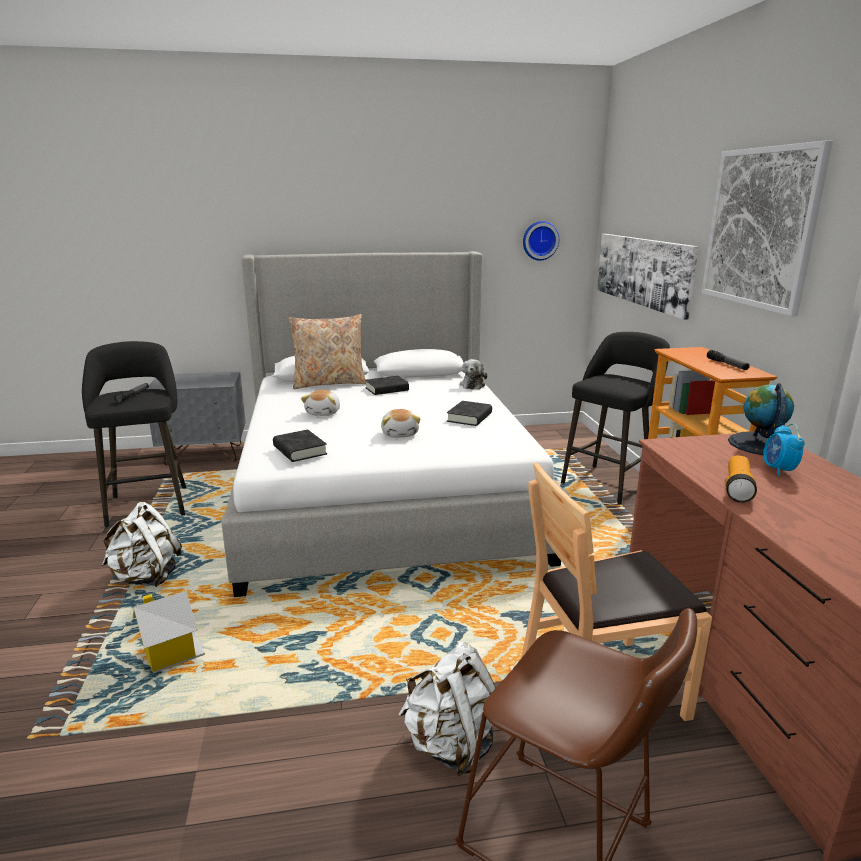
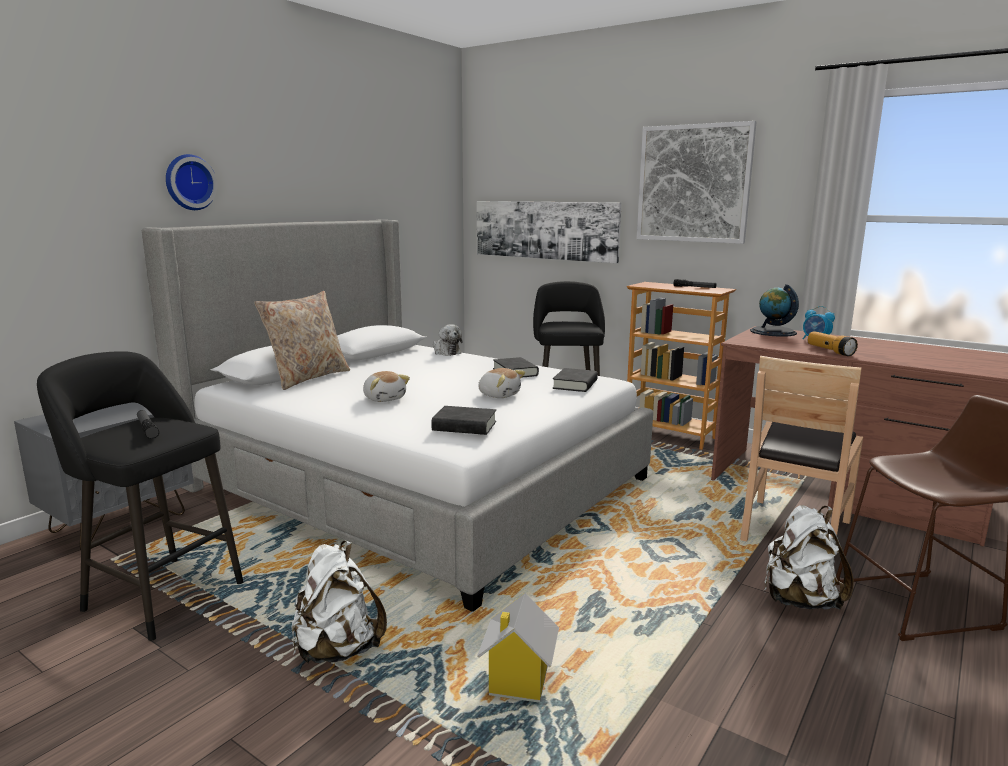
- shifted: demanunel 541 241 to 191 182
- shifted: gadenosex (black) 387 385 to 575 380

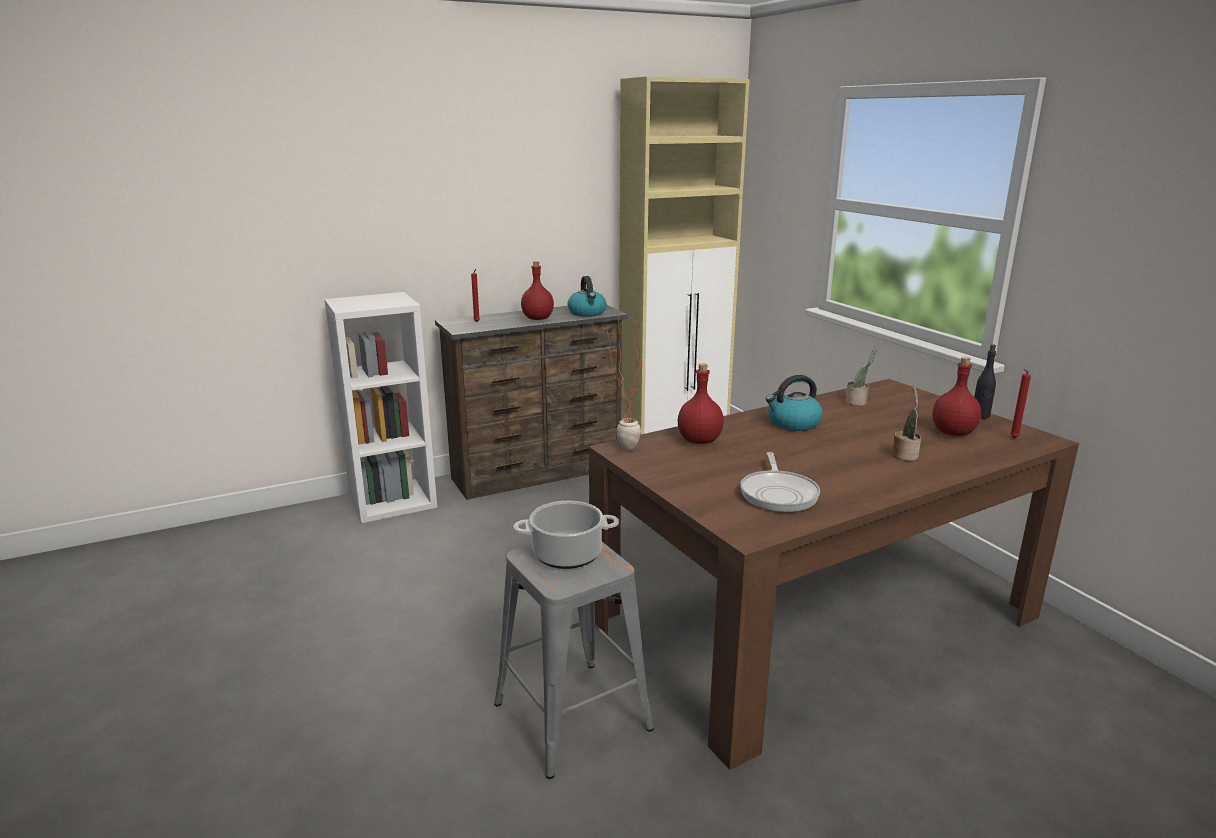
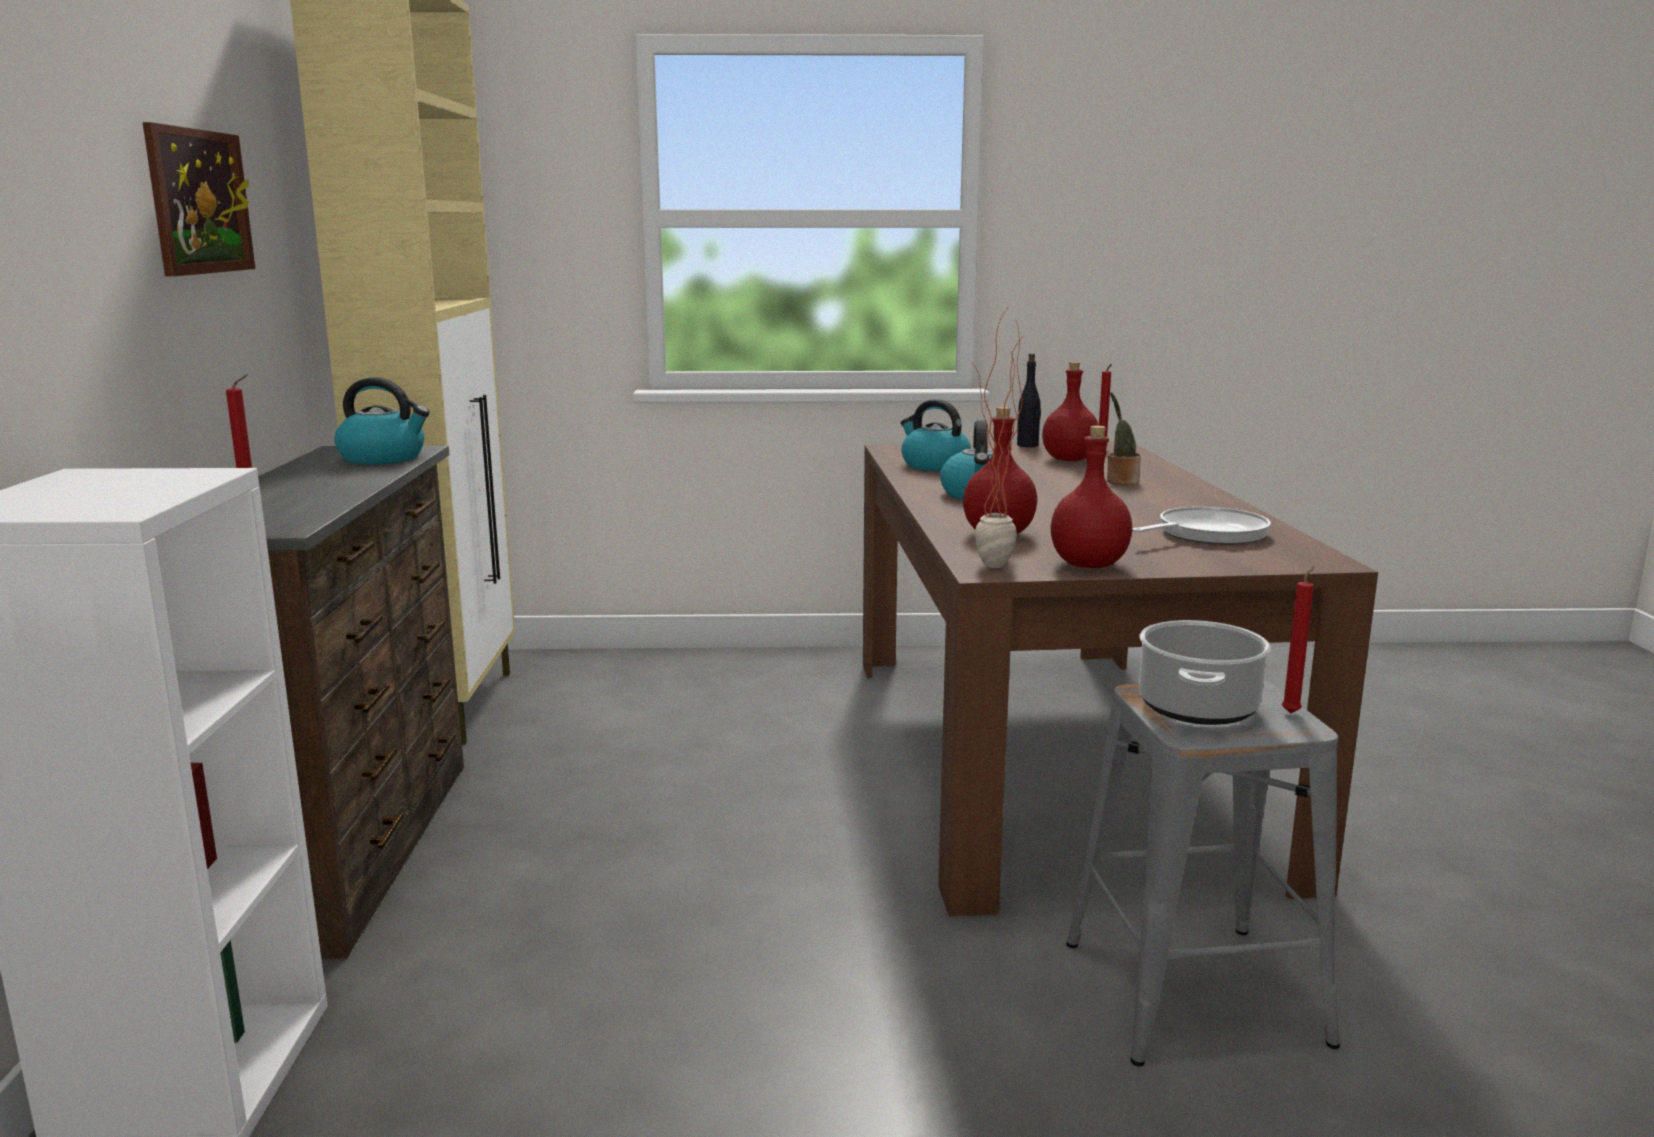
- shifted: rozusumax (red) 537 290 to 1091 497
- swapped: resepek 861 376 to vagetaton 936 435
- rotated: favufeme 780 482 = 1201 526 60 degrees counterclockwise
- new: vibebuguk 199 199
- new: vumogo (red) 1298 640

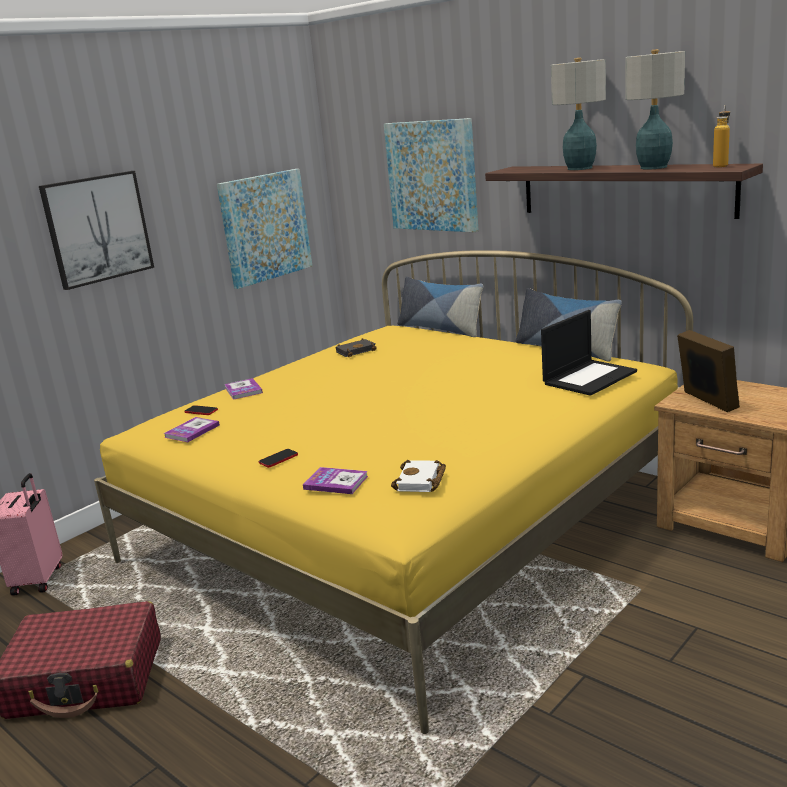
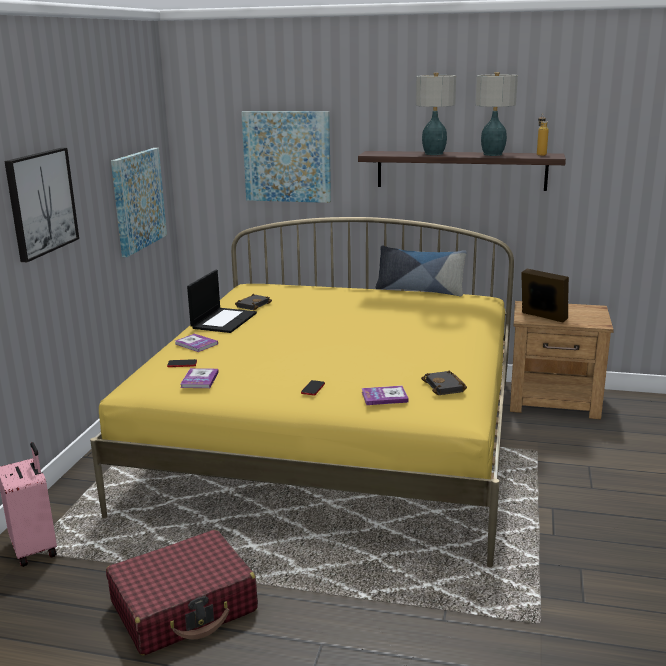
- gone: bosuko 440 306
- shifted: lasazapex 589 353 to 222 301
- repainted: gadenosex (white) 418 476 to gadenosex (black) 444 383

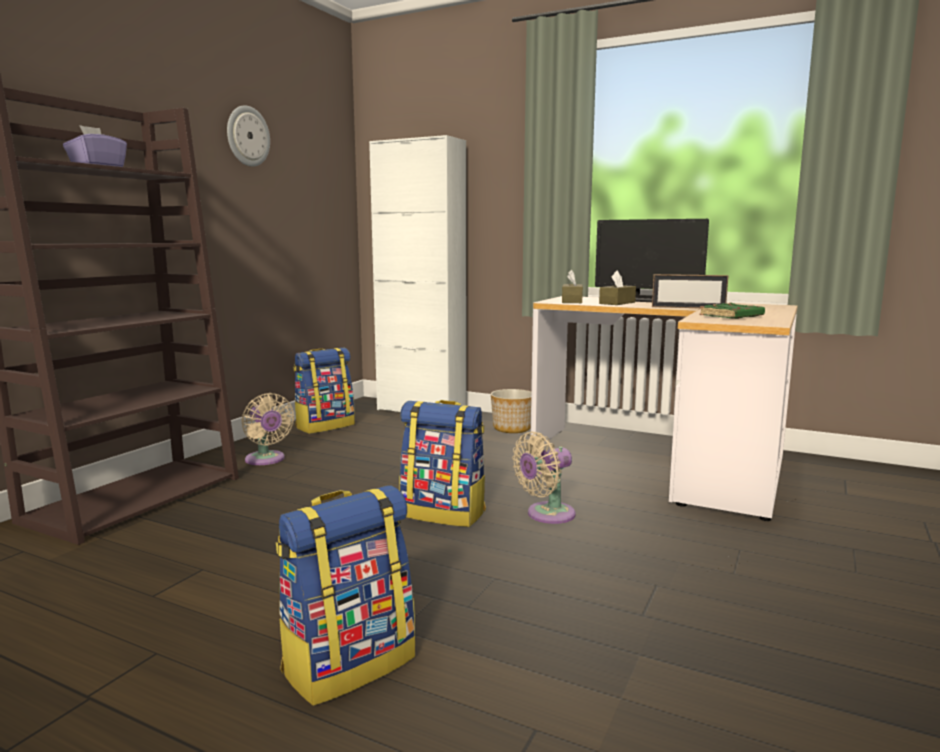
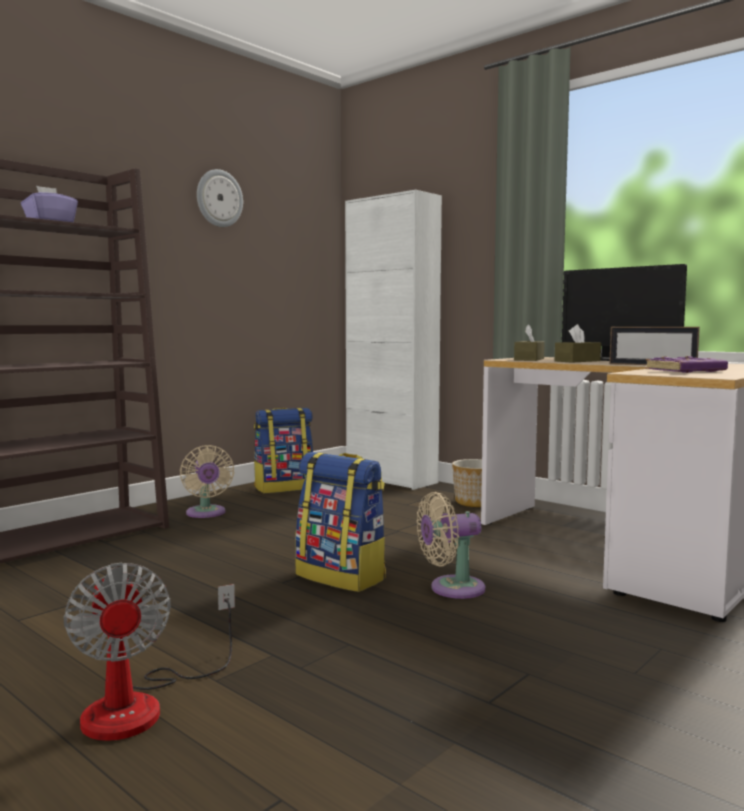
- repainted: gadenosex (green) 732 311 to gadenosex (purple) 686 364
- swapped: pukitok 345 596 to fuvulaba 149 652

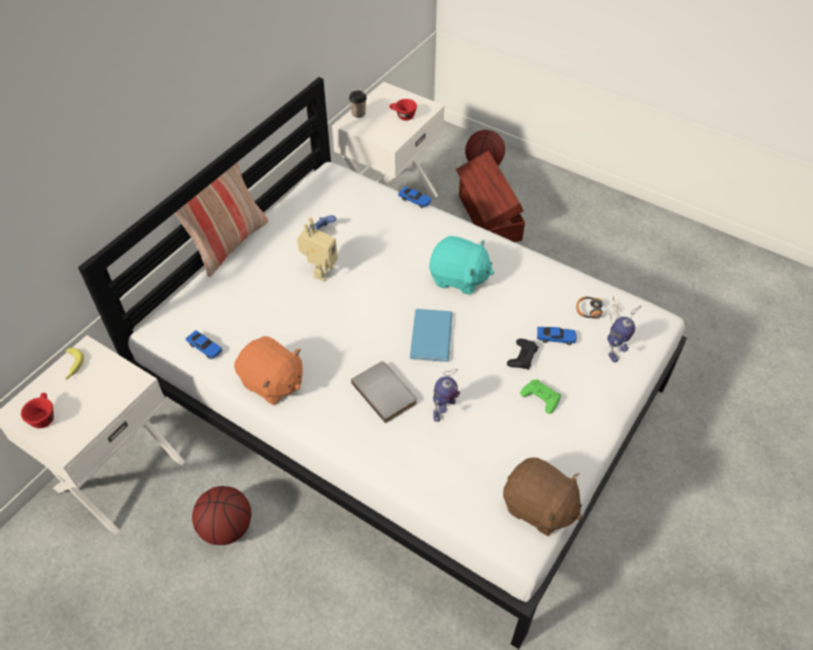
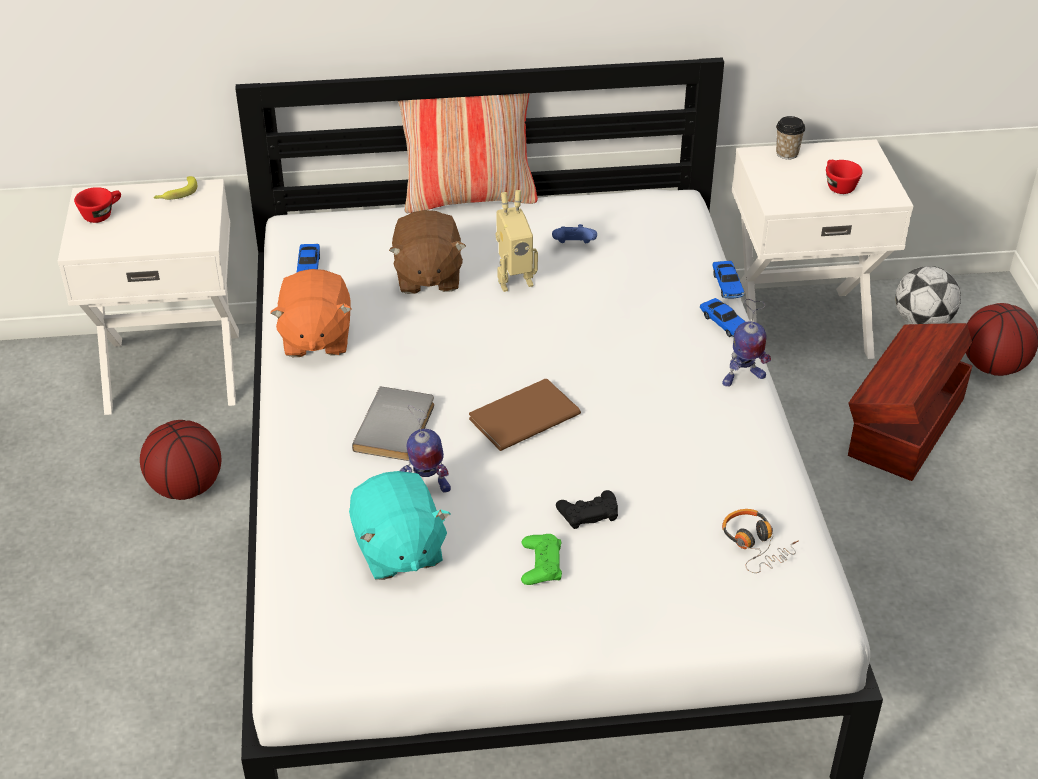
- shifted: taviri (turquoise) 461 265 to 399 525
- shifted: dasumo 624 334 to 746 343
- repainted: gadenosex (blue) 431 335 to gadenosex (brown) 525 415
- shifted: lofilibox 557 336 to 723 317
- shifted: taviri (brown) 542 496 to 427 252
- new: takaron 928 295

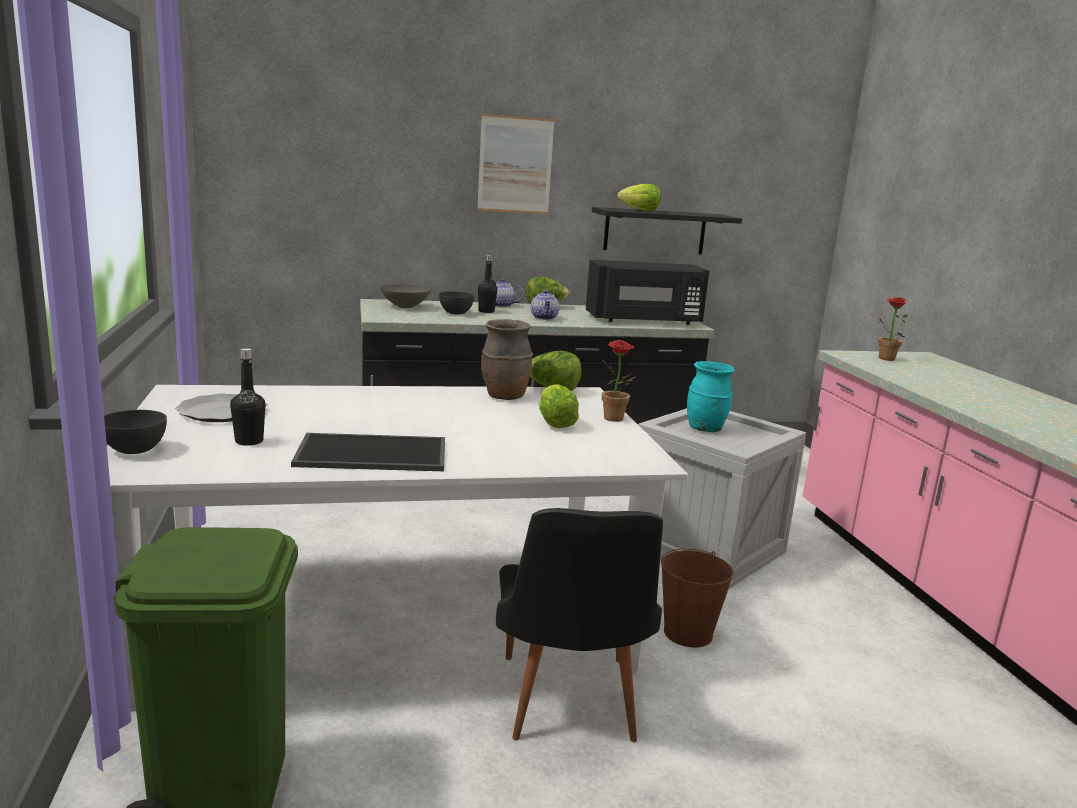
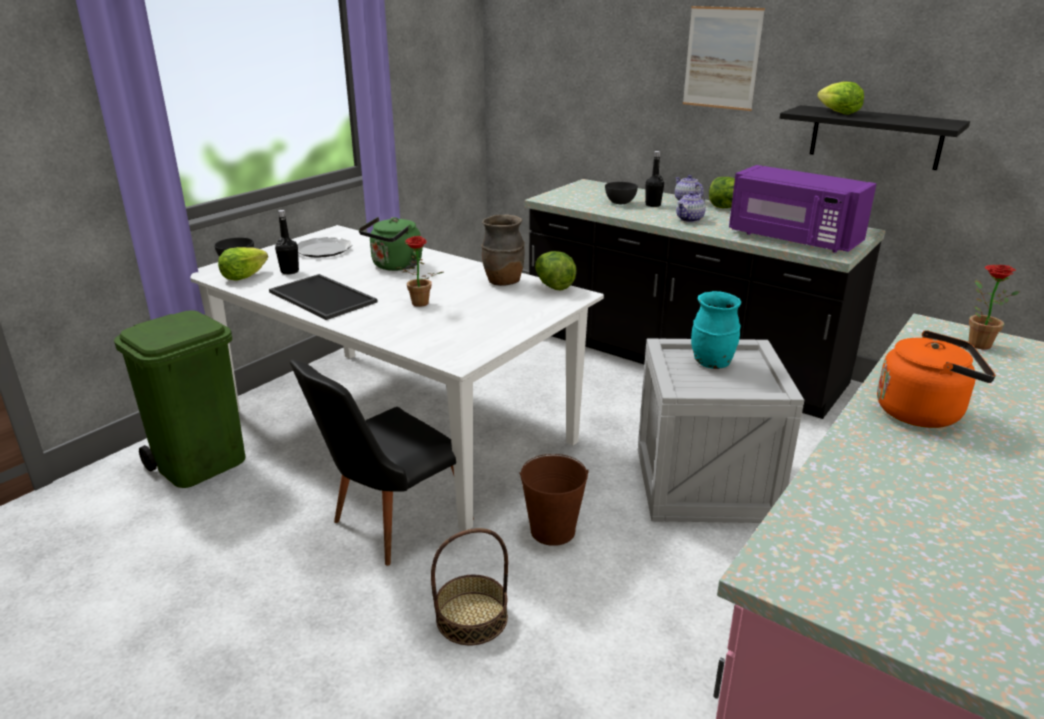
- repainted: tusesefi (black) 647 292 to tusesefi (purple) 802 209
- gone: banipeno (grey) 406 296
- shifted: resepek 618 381 to 419 271
- shifted: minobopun 559 406 to 243 264
- new: vagetaton (green) 391 244
- new: vagetaton (orange) 936 379
- new: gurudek 469 586

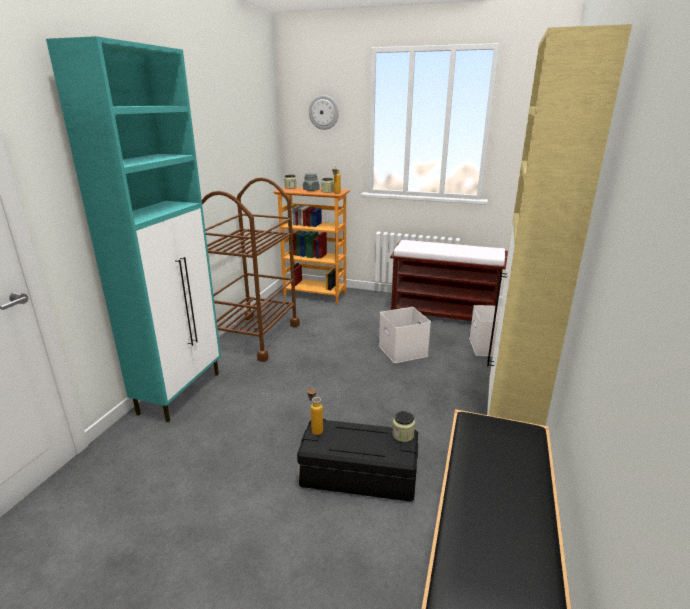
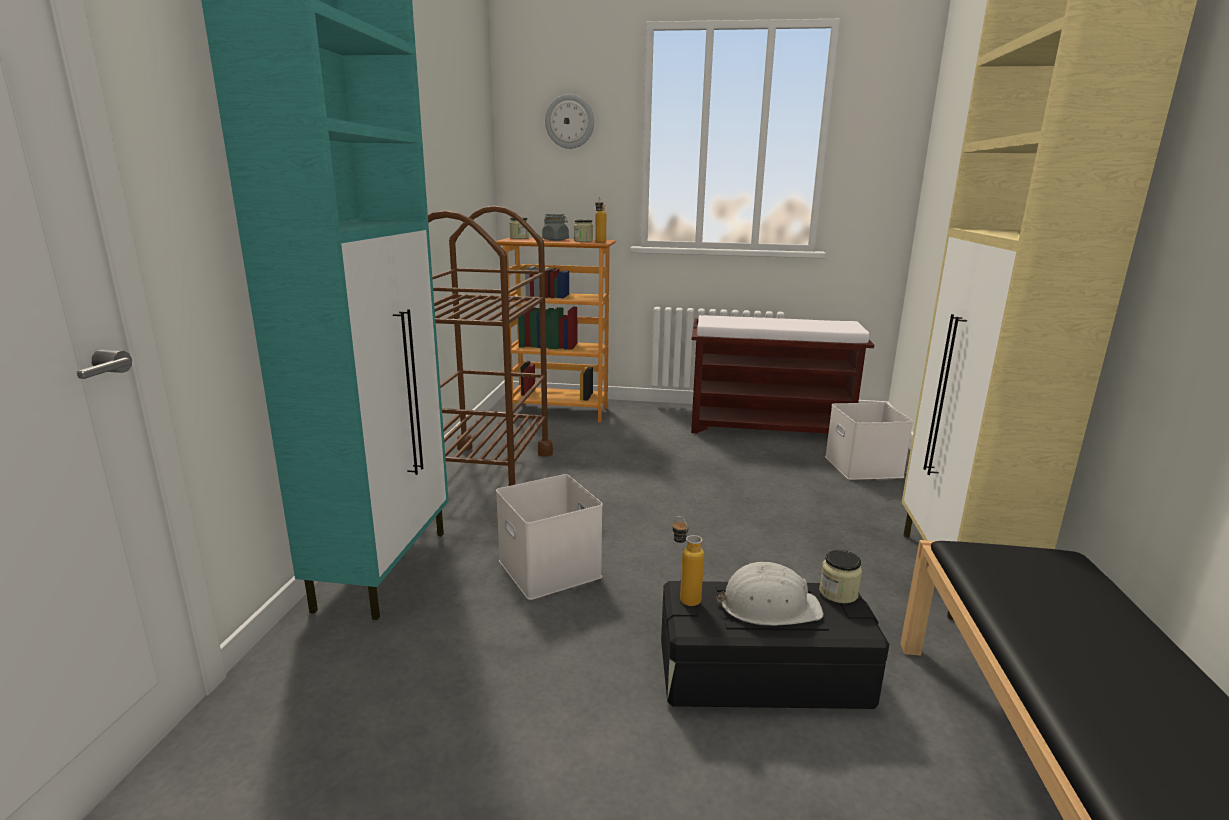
- shifted: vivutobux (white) 405 335 to 549 537
- new: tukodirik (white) 770 594

